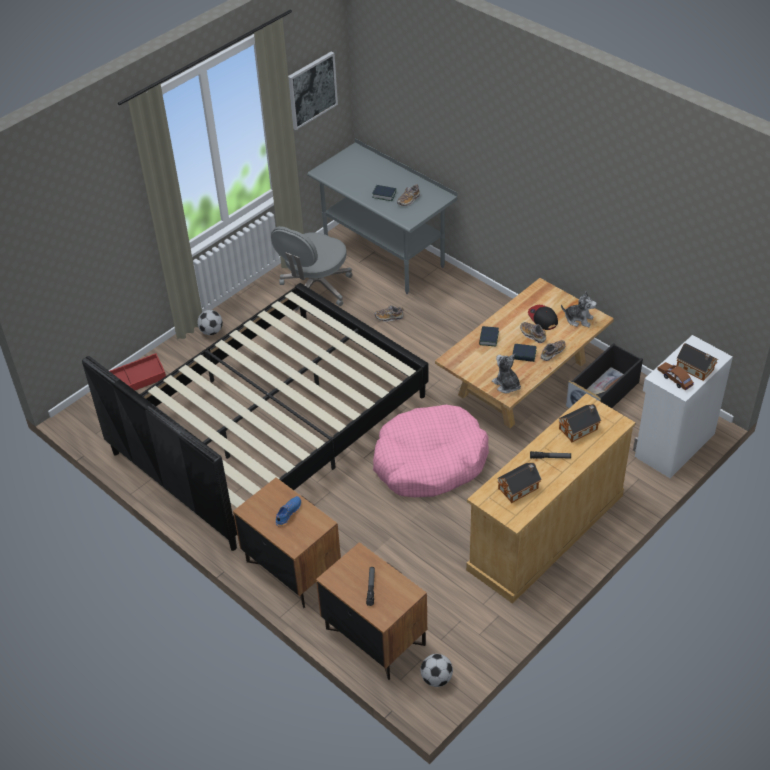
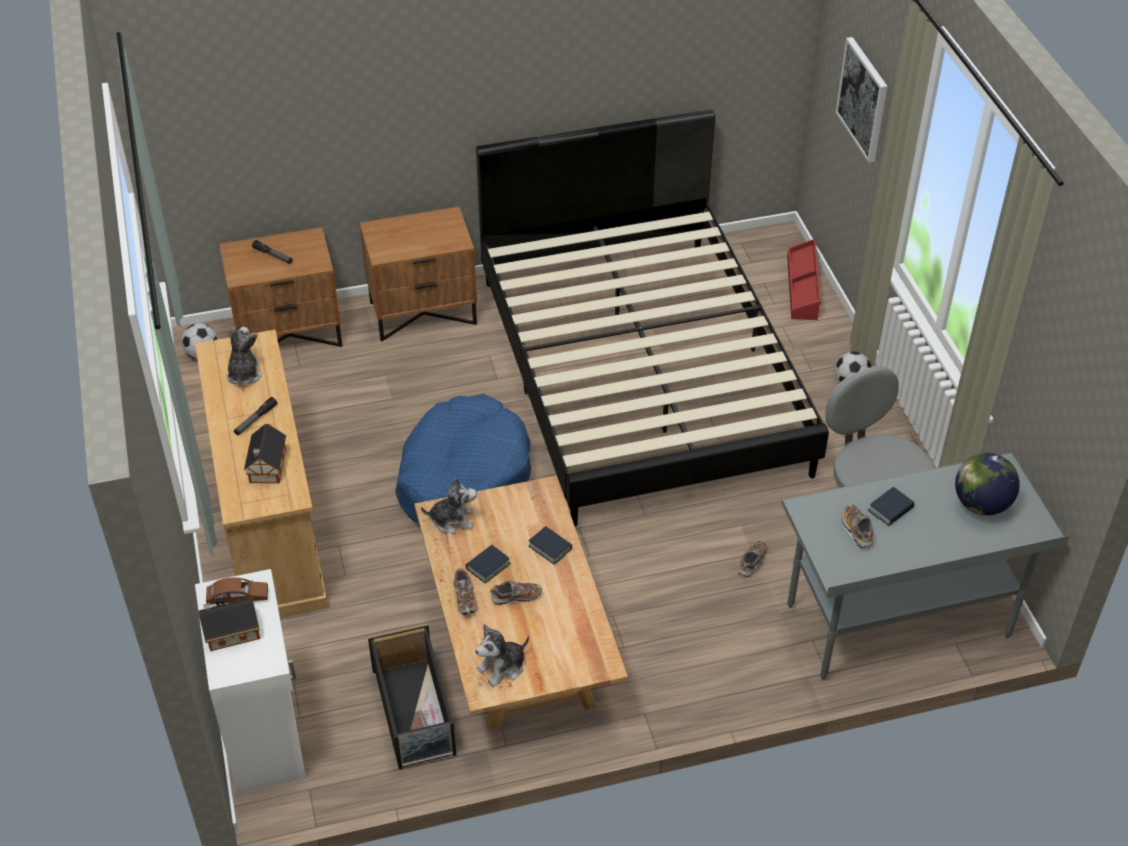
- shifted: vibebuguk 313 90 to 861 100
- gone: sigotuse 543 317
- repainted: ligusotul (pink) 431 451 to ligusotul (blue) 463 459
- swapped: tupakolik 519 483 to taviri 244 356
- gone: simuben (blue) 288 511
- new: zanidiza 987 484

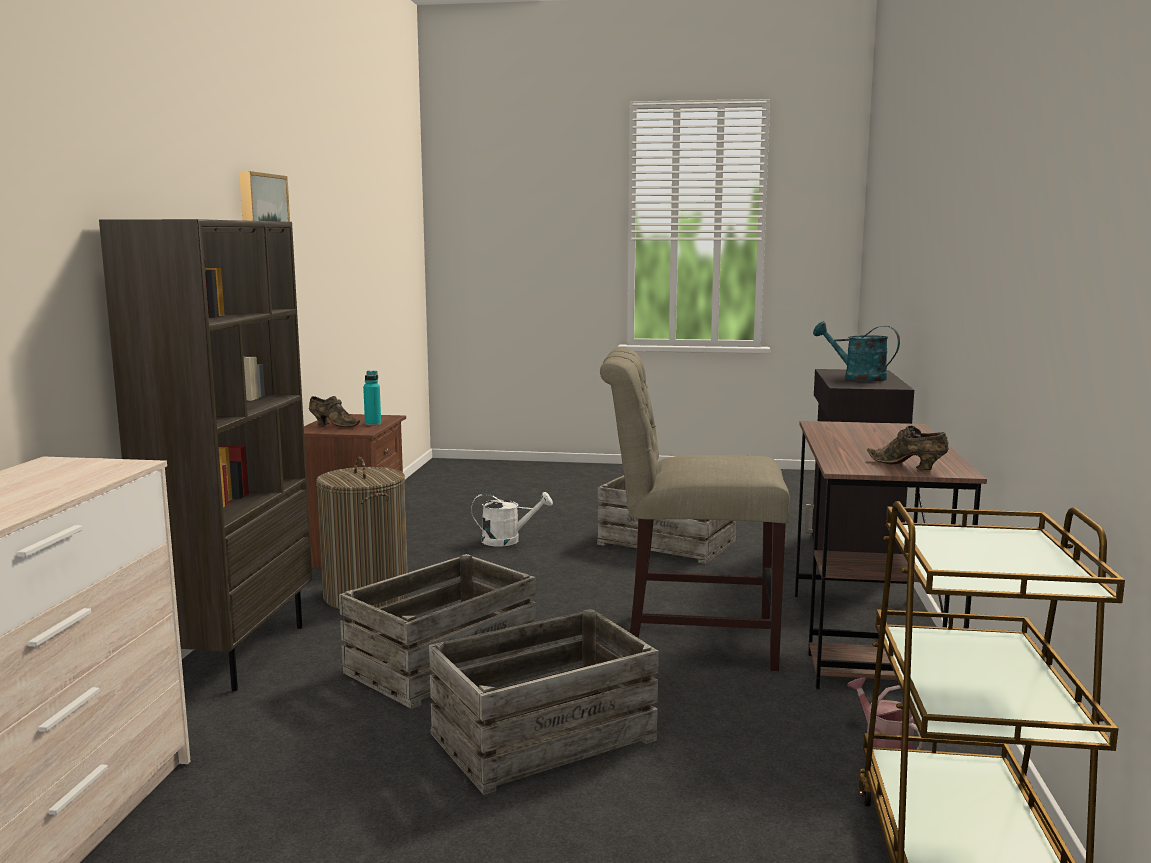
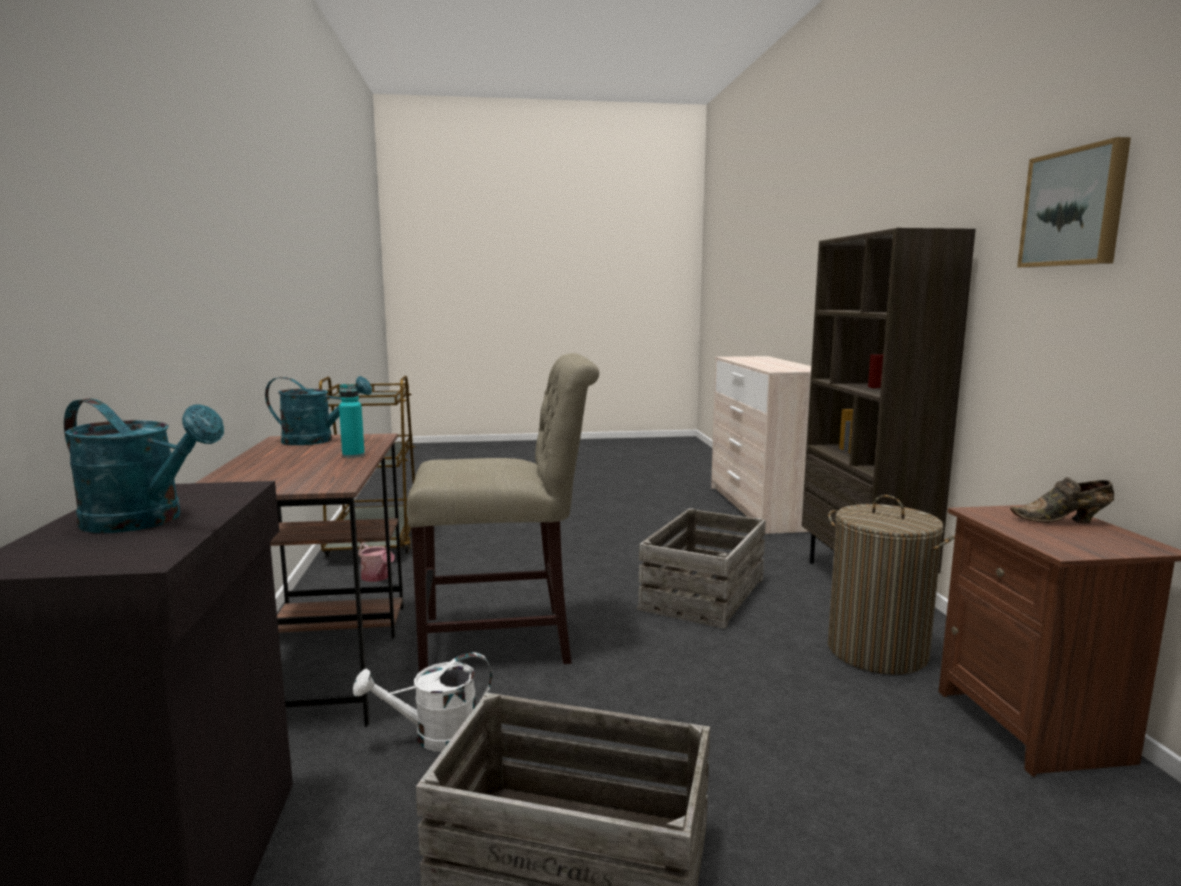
- shifted: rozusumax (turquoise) 372 398 to 352 421
- swapped: simuben (brown) 908 447 to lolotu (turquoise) 318 410
- shifted: lolotu (white) 512 519 to 422 702
- gone: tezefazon 544 702

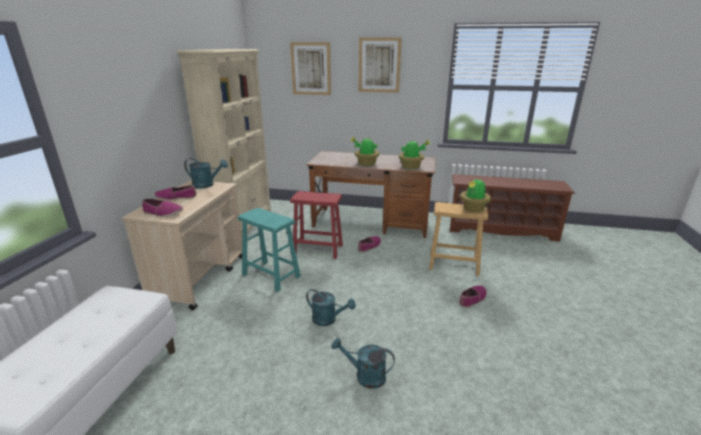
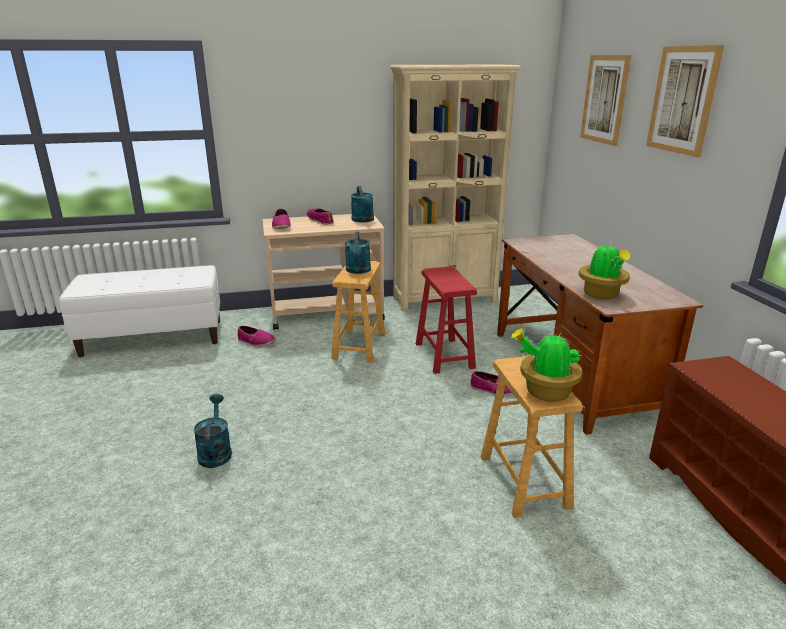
- gone: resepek 364 151
- repainted: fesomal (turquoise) 269 250 to fesomal (brown) 358 312
- shifted: simuben 473 296 to 257 336
- shifted: lolotu (turquoise) 331 307 to 358 253

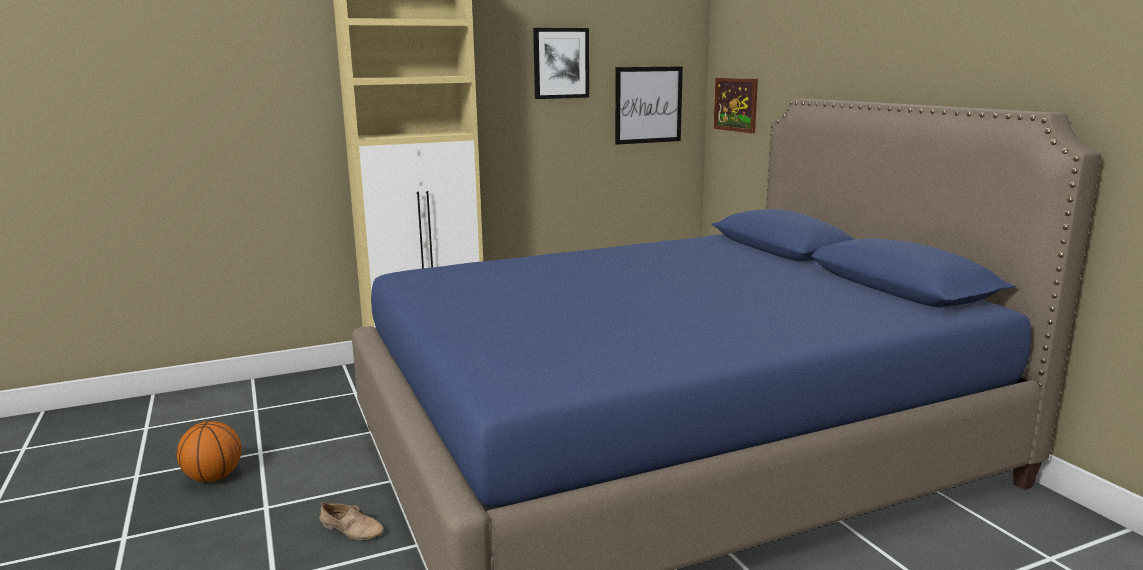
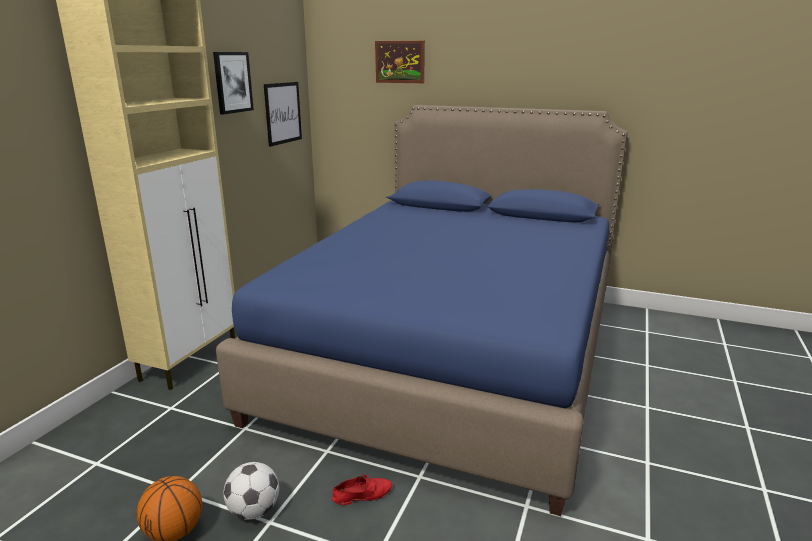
- shifted: vibebuguk 735 106 to 400 62
- repainted: simuben (beige) 351 521 to simuben (red) 362 490
- new: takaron 251 491

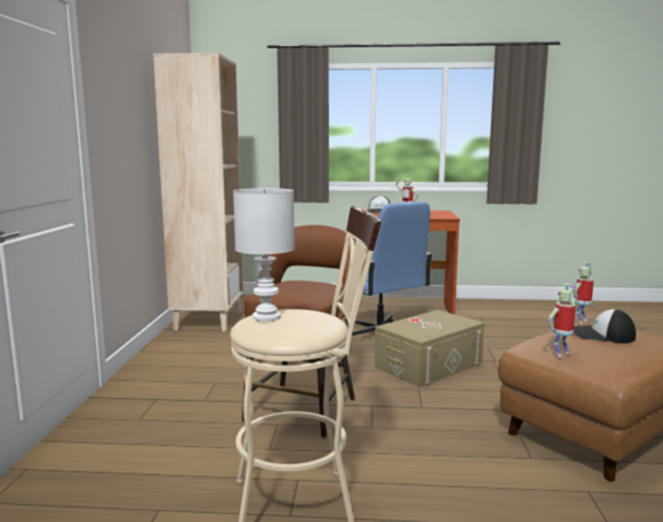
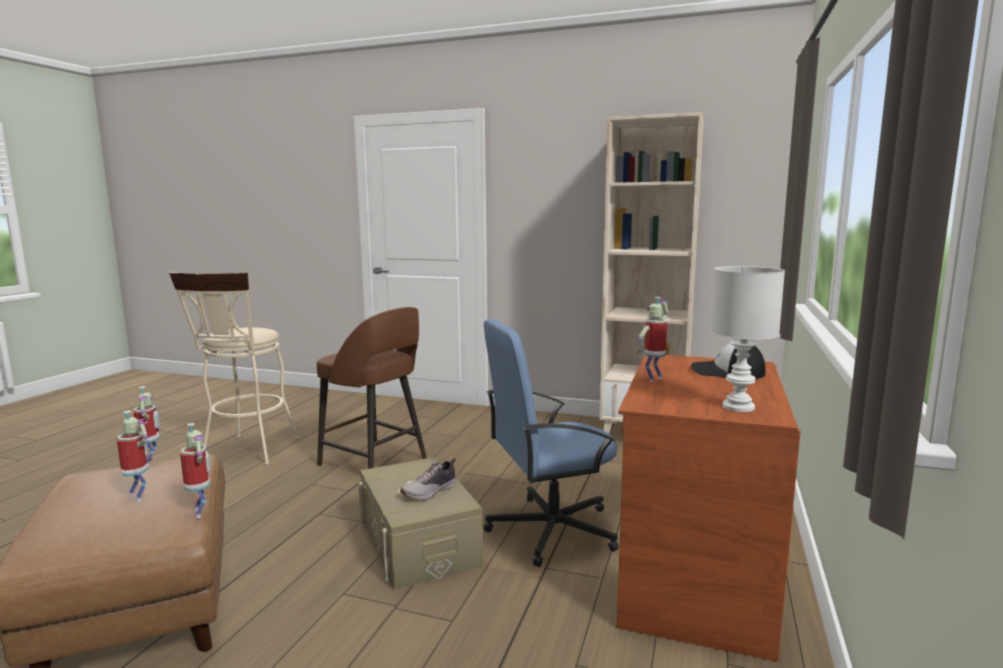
- shifted: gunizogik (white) 264 254 to 747 339
- swapped: sigotuse 604 326 to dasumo 132 456
- new: simuben 428 479

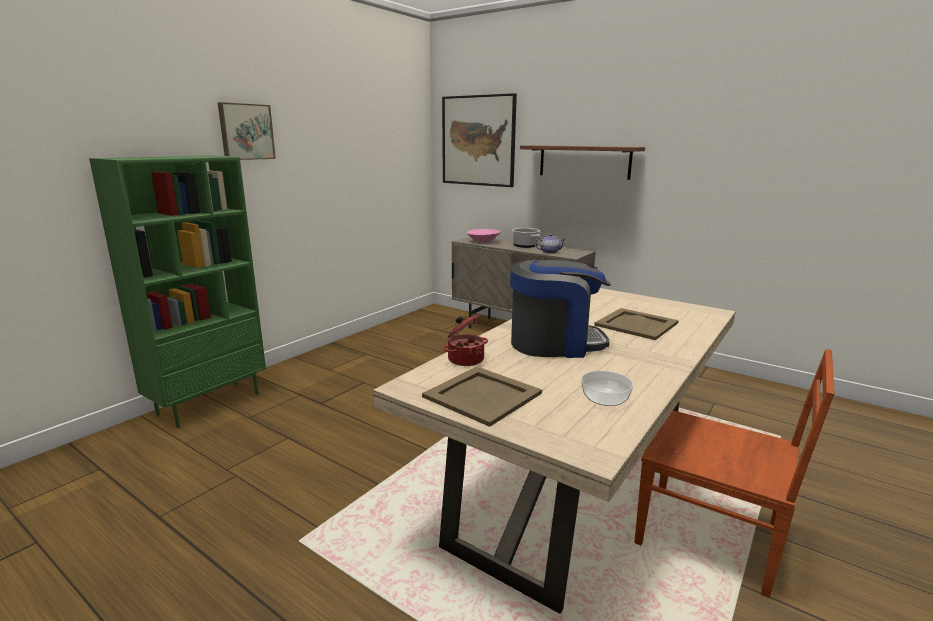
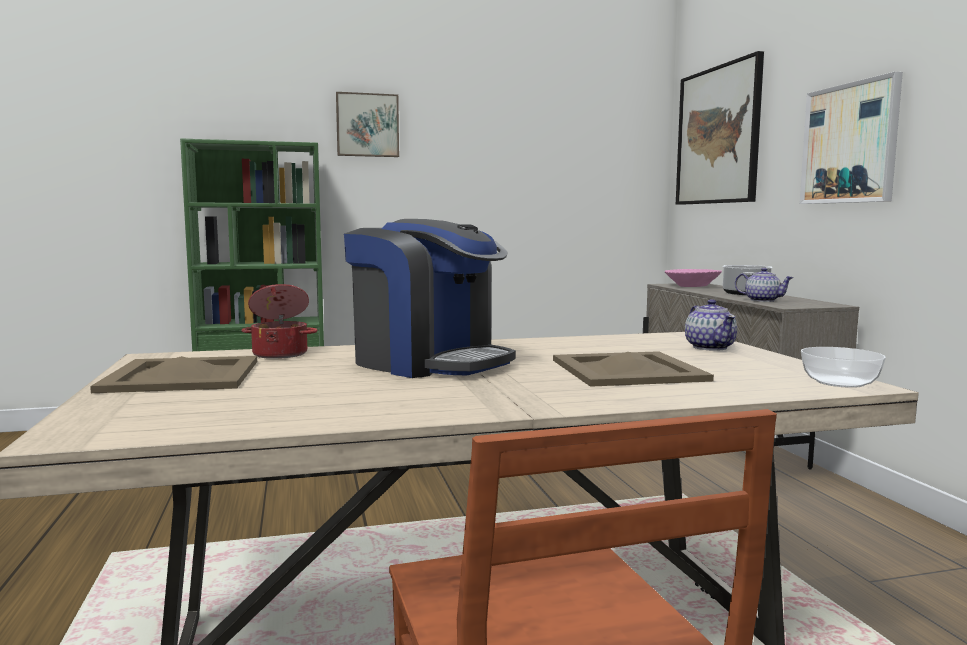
- swapped: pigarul 582 162 to vibebuguk 851 138
- shifted: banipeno 607 388 to 843 367
- new: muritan 711 325

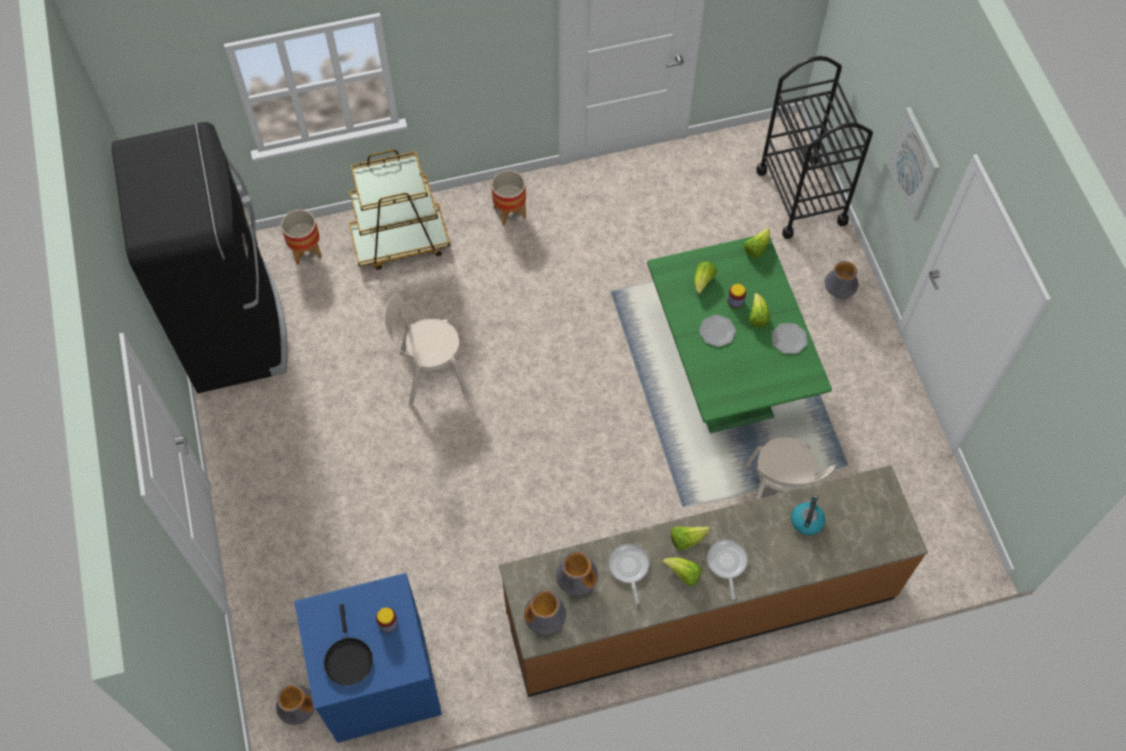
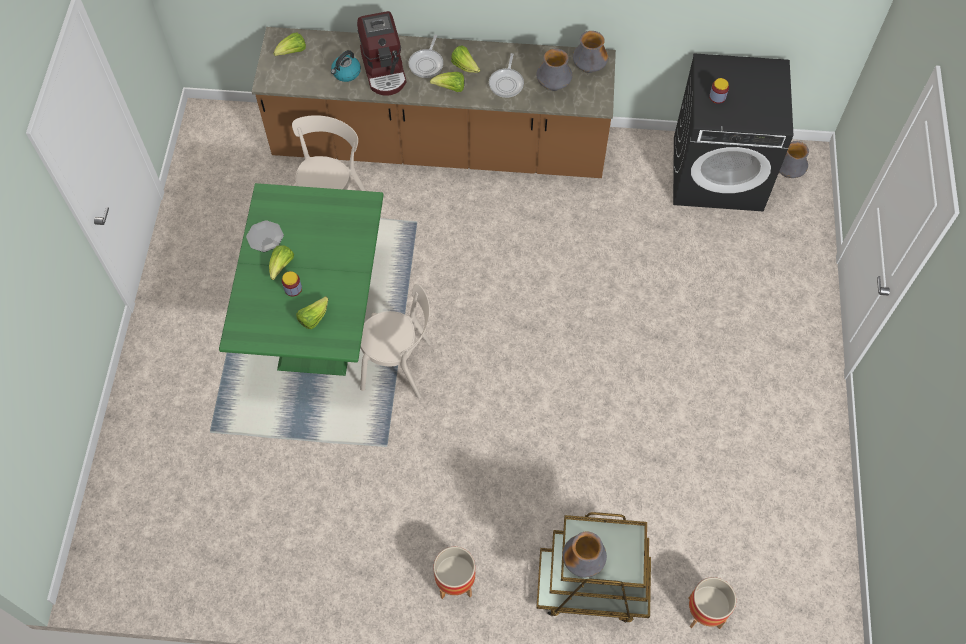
- gone: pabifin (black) 814 147
- gone: vibebuguk 913 164
- gone: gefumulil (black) 200 257
- shifted: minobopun 757 243 to 289 44
- shifted: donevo 841 279 to 585 554
- shifted: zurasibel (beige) 426 349 to 395 341
- gone: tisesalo 717 331
- repainted: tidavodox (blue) 368 658 to tidavodox (black) 733 132
- gone: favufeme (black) 348 645
- new: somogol 382 53

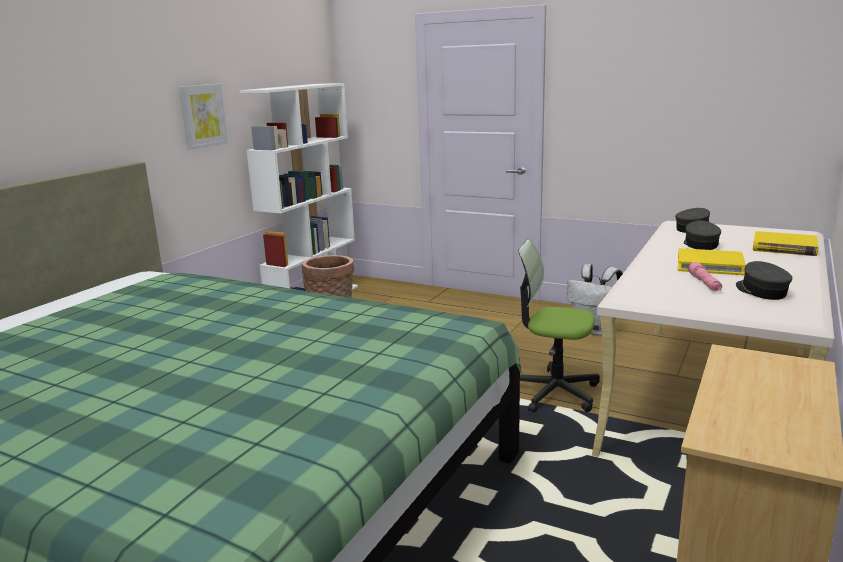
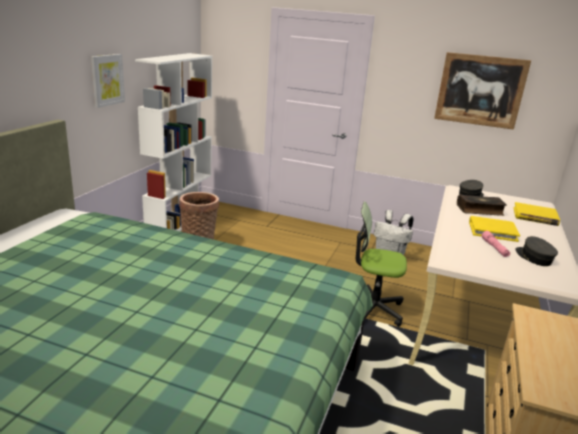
- swapped: sigotuse (grey) 702 235 to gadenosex 482 205
- new: vibebuguk 482 91

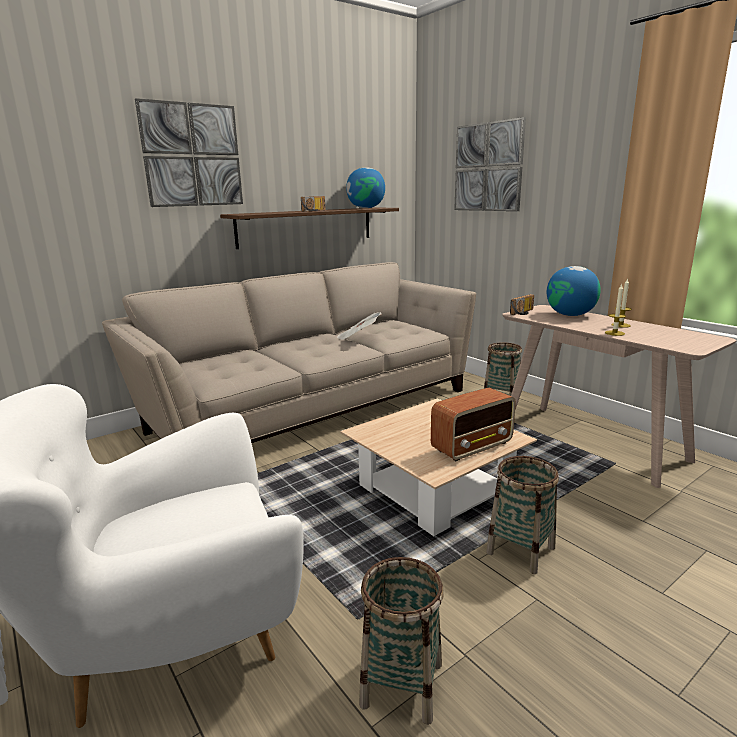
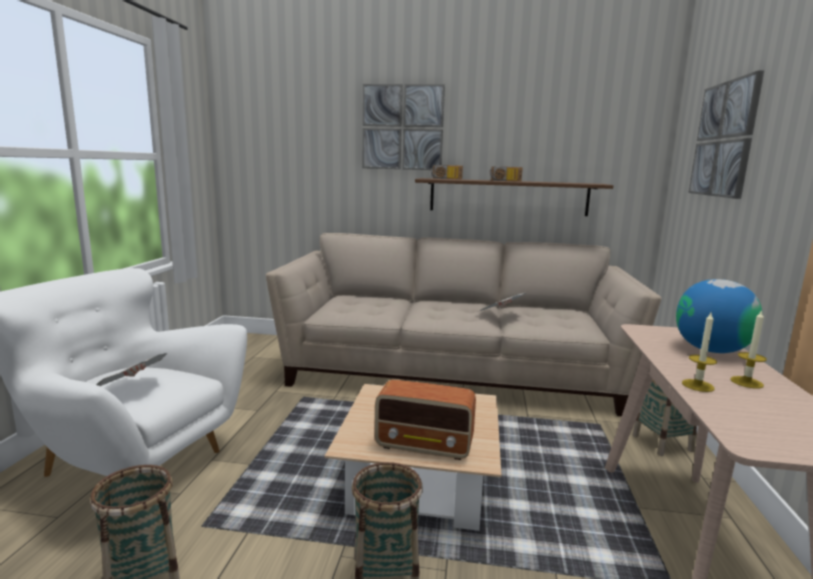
- gone: zanidiza 365 187
- shifted: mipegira 522 304 to 447 172
- new: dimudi 132 369

